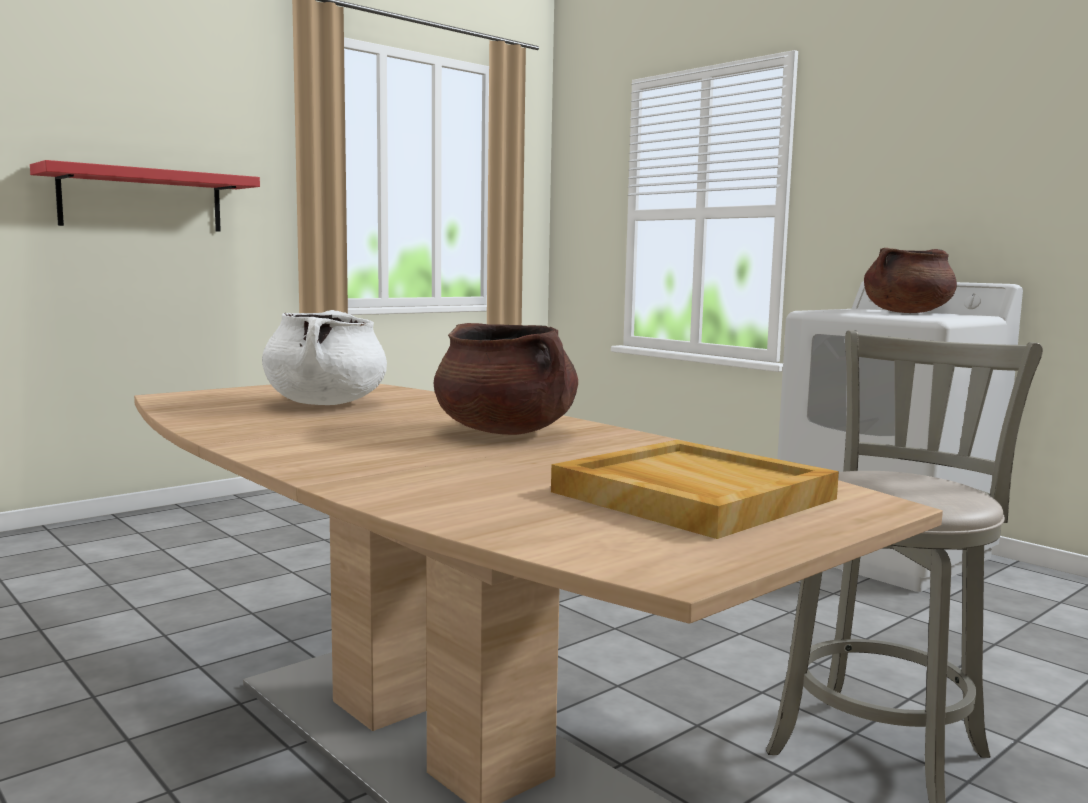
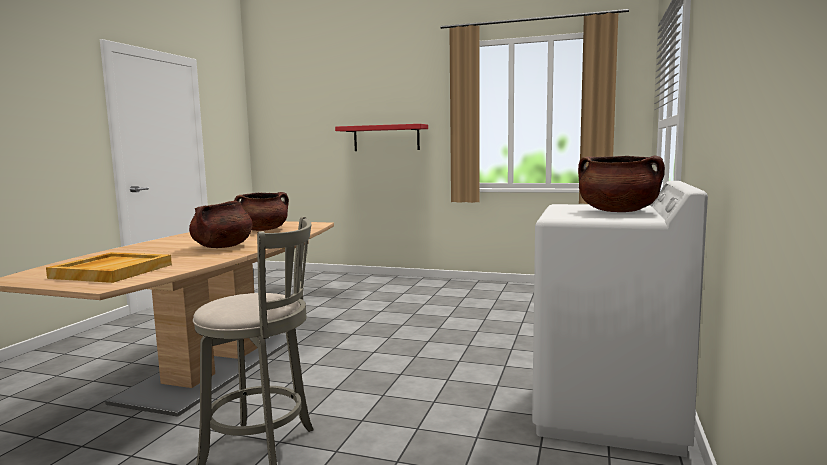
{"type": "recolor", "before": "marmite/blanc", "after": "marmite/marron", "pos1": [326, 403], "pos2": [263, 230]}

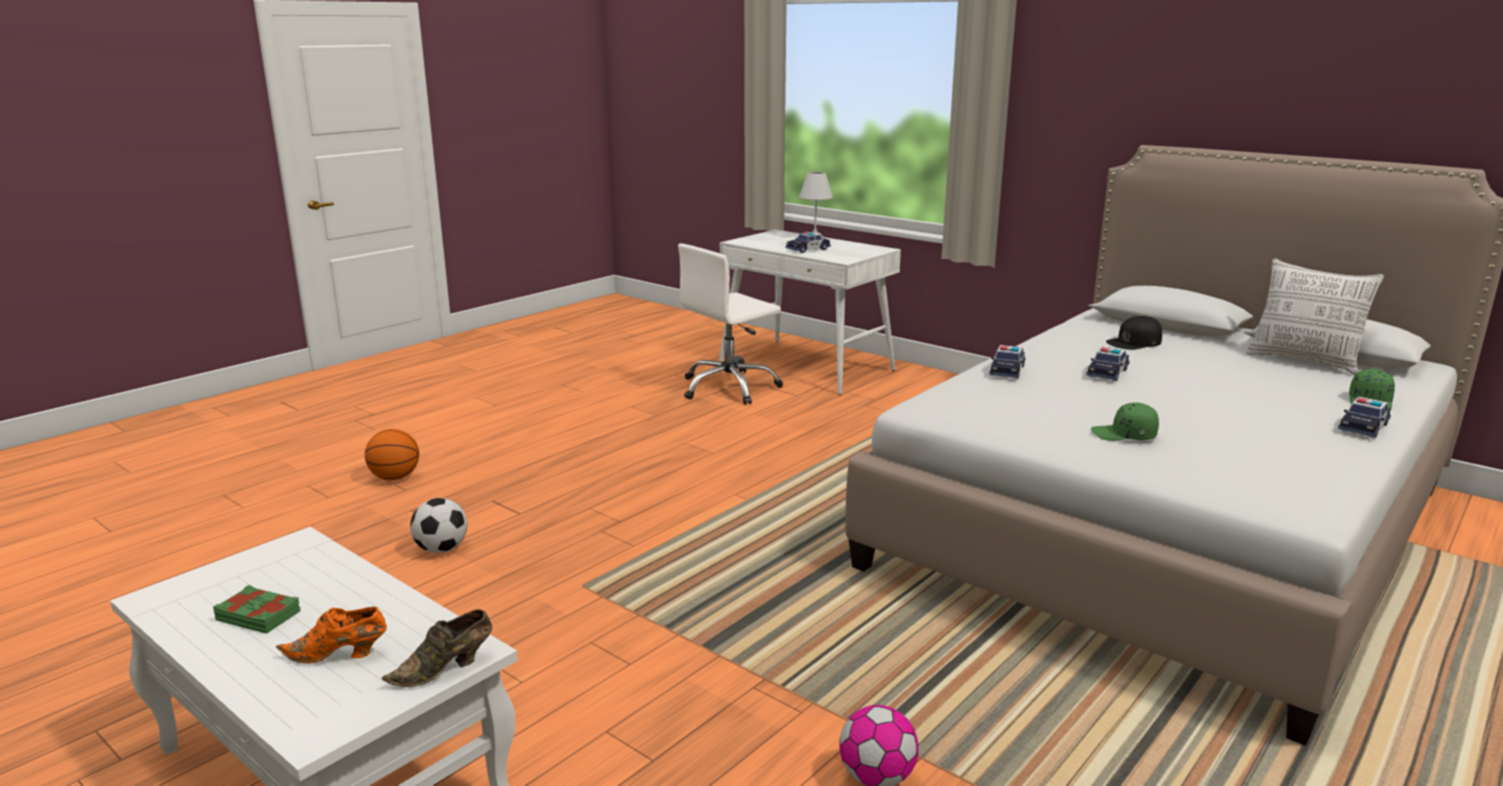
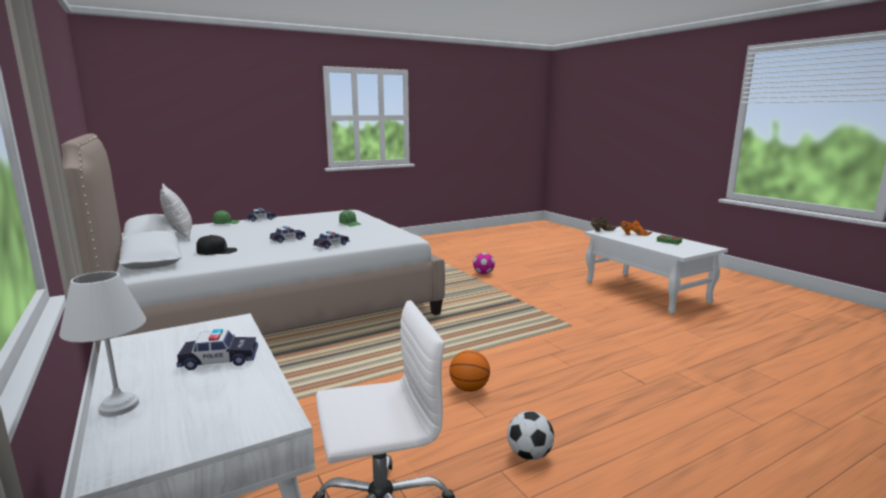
{"type": "move", "before": "ballon de basket", "pos1": [395, 478], "pos2": [469, 388]}
{"type": "move", "before": "ballon de foot", "pos1": [441, 549], "pos2": [529, 455]}

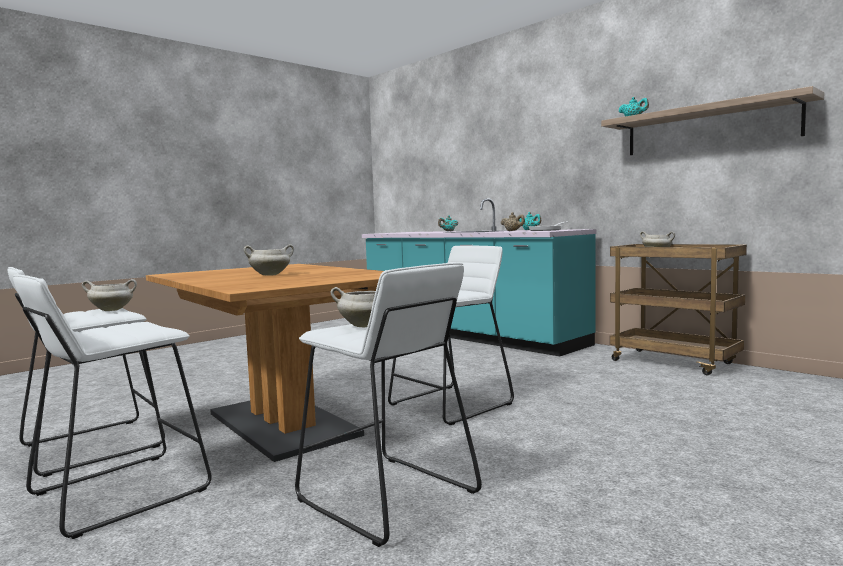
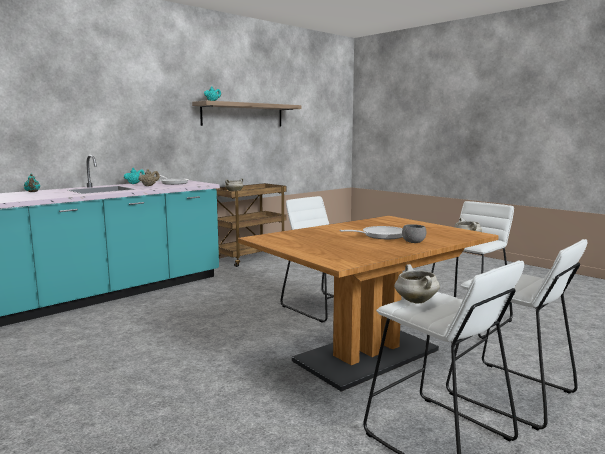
{"type": "replace", "before": "marmite/blanc", "after": "poêle", "pos1": [270, 275], "pos2": [380, 236]}
{"type": "insert", "after": "bol/gris", "pos2": [413, 242]}

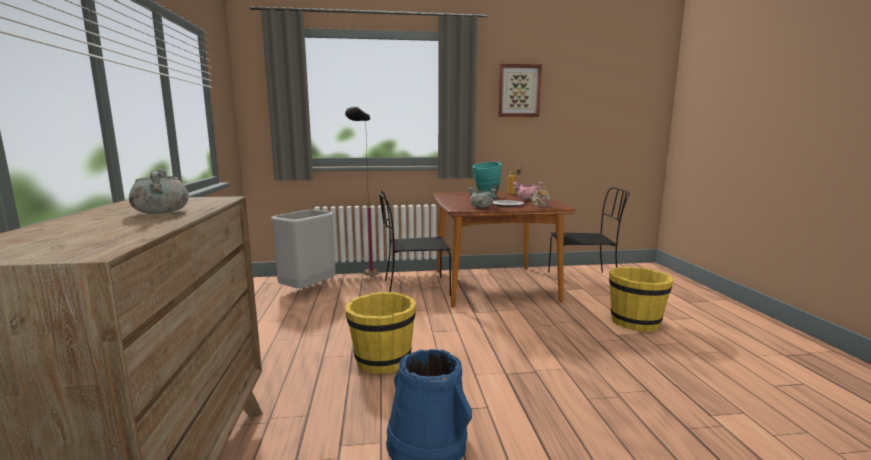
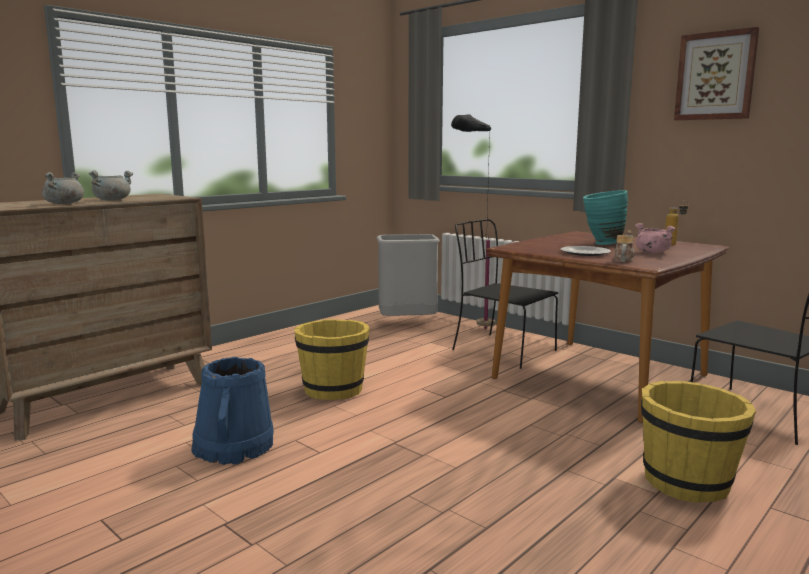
{"type": "move", "before": "marmite/gris", "pos1": [481, 207], "pos2": [64, 203]}

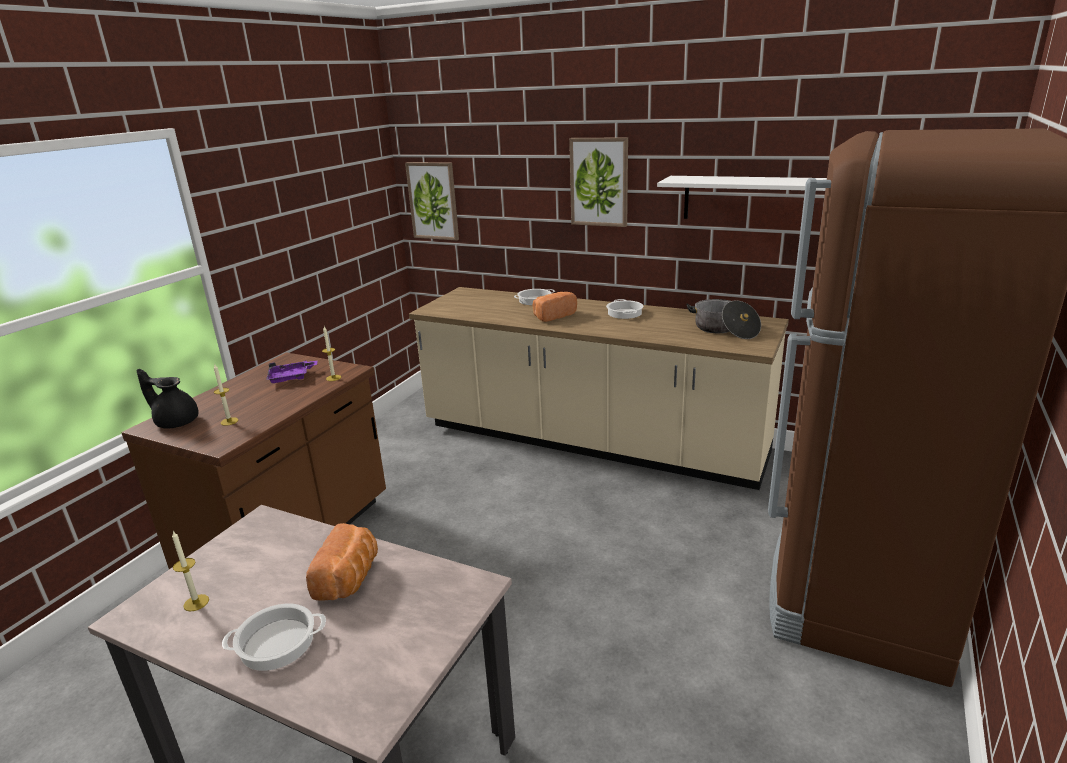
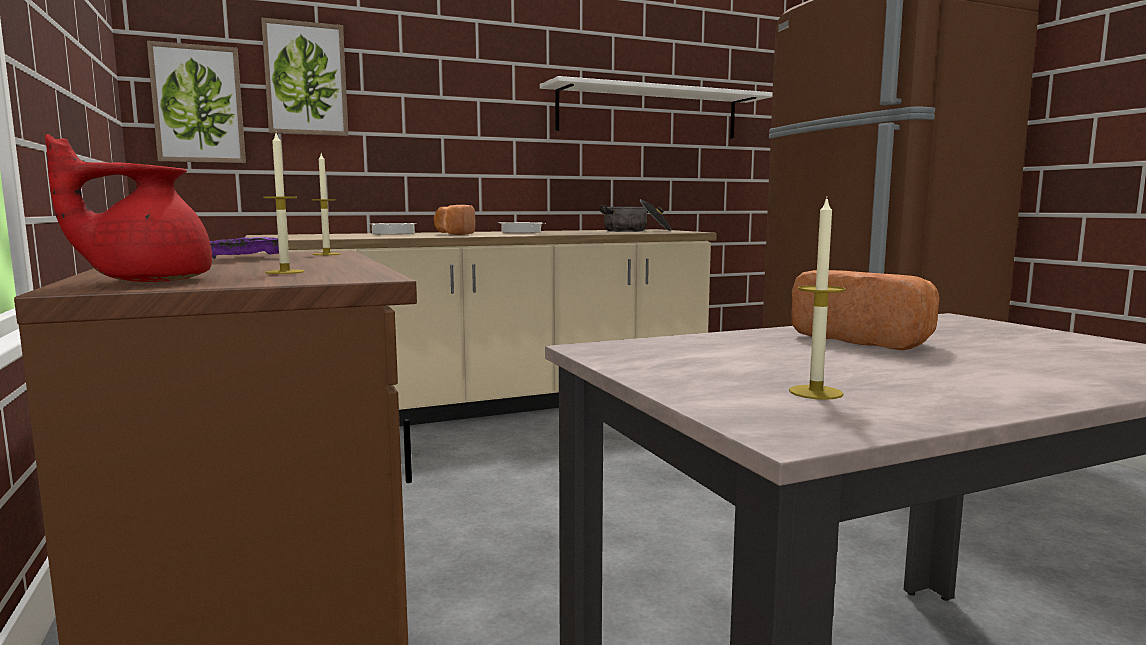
{"type": "recolor", "before": "théière/noir", "after": "théière/rouge", "pos1": [176, 422], "pos2": [148, 281]}
{"type": "move", "before": "tableau", "pos1": [599, 182], "pos2": [306, 79]}
{"type": "delete", "before": "marmite", "pos1": [276, 644]}

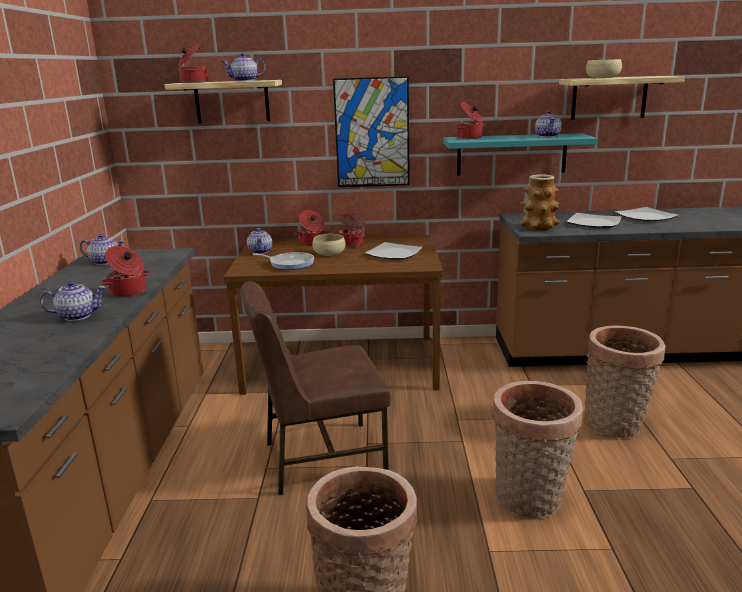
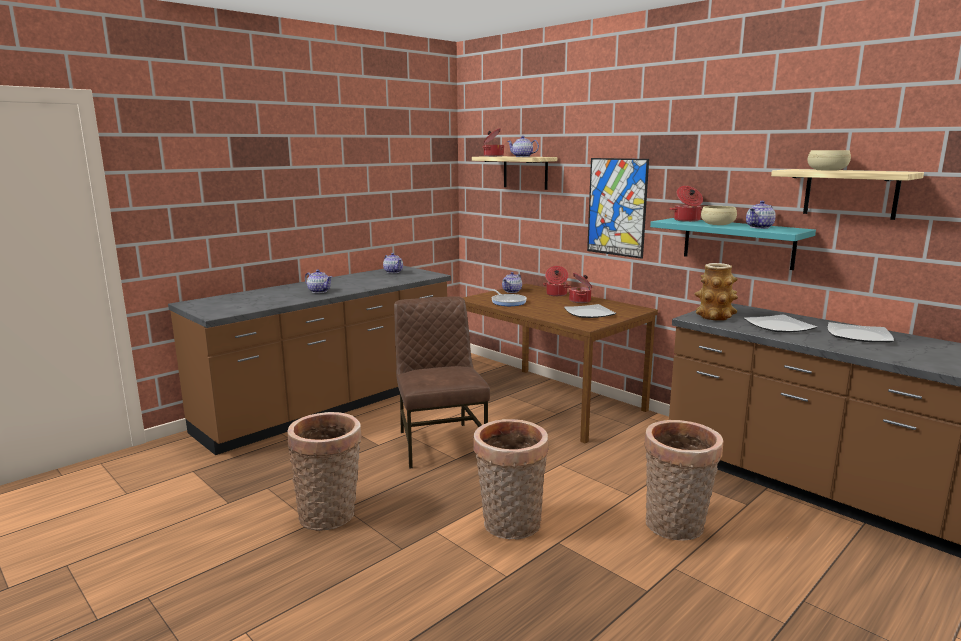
{"type": "rotate", "before": "chaise/marron", "pos1": [321, 458], "pos2": [440, 443], "turn": 45}
{"type": "move", "before": "bol/beige", "pos1": [329, 253], "pos2": [717, 224]}
{"type": "delete", "before": "marmite", "pos1": [129, 292]}

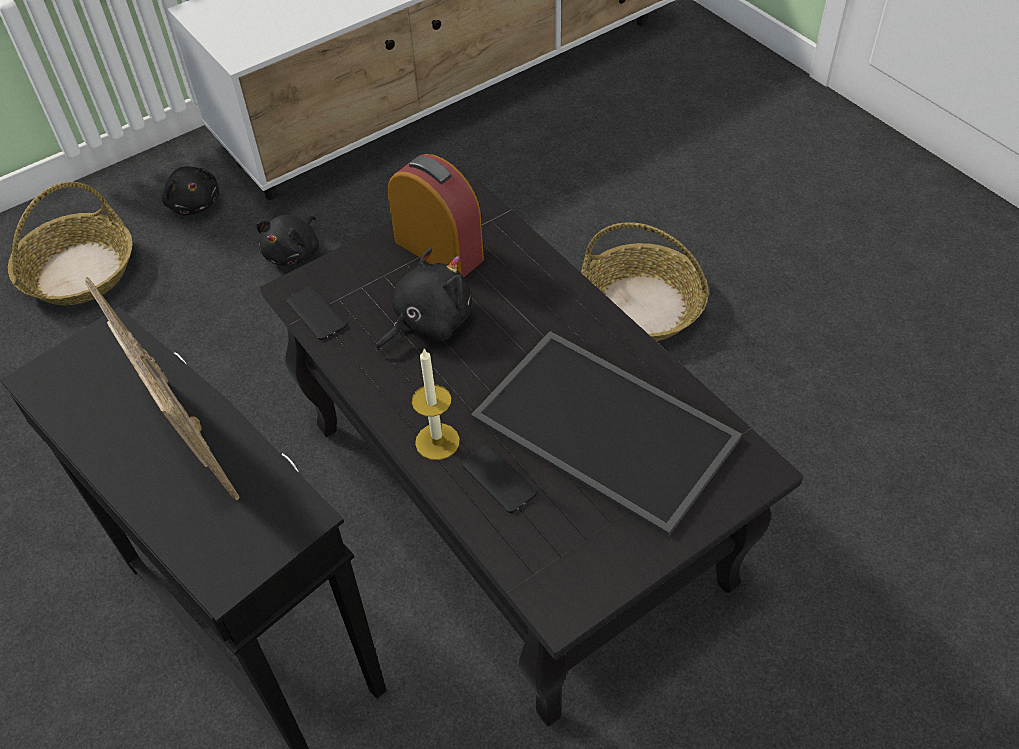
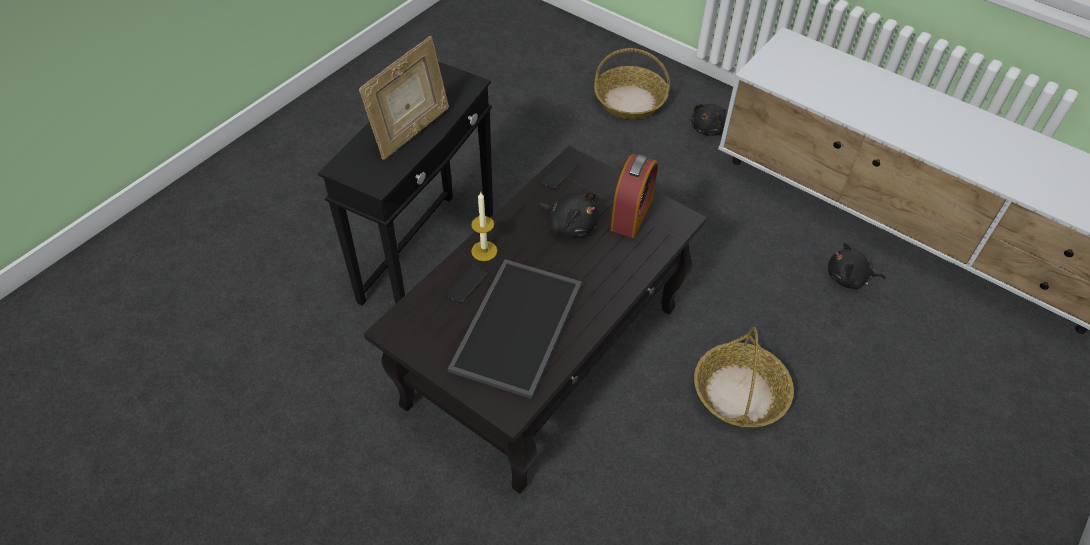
{"type": "move", "before": "peluche/noir", "pos1": [294, 253], "pos2": [848, 278]}

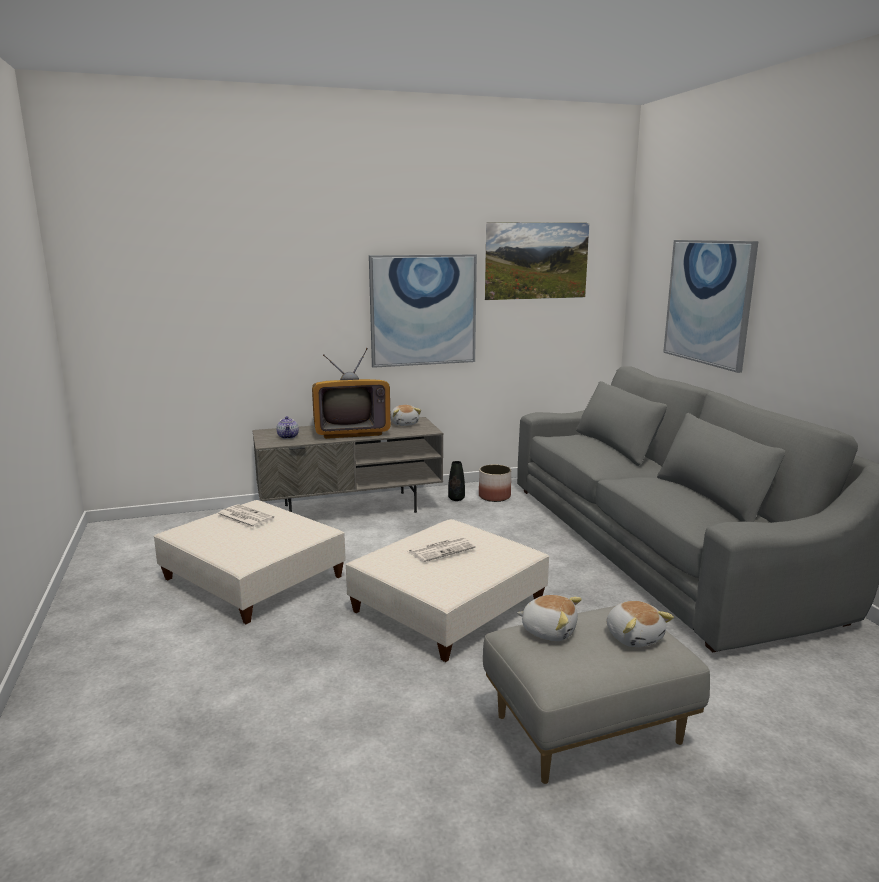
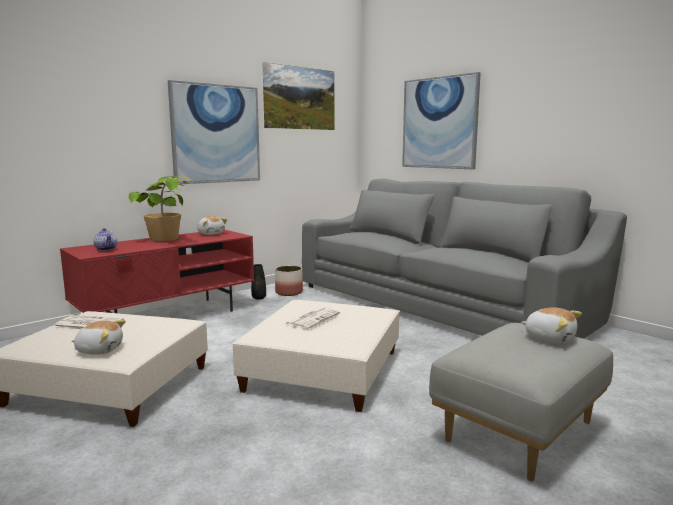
{"type": "recolor", "before": "meuble télé/gris", "after": "meuble télé/rouge", "pos1": [351, 508], "pos2": [168, 316]}
{"type": "move", "before": "peluche", "pos1": [549, 631], "pos2": [99, 350]}
{"type": "replace", "before": "téléviseur", "after": "plante en pot", "pos1": [351, 431], "pos2": [167, 241]}

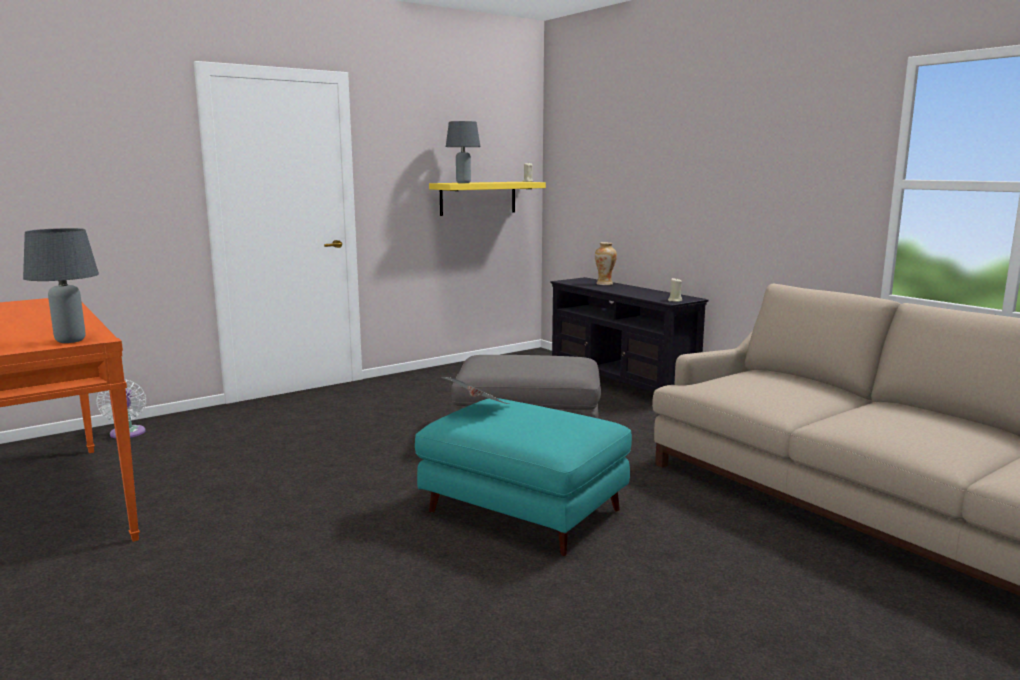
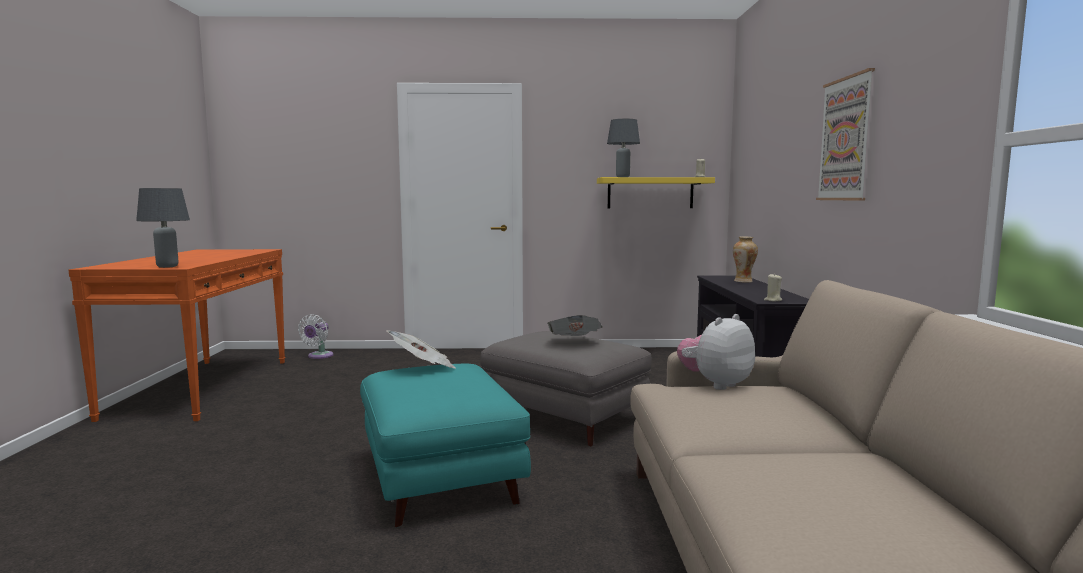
{"type": "insert", "after": "journal", "pos2": [574, 342]}
{"type": "insert", "after": "peluche", "pos2": [715, 384]}
{"type": "insert", "after": "tableau", "pos2": [845, 139]}

